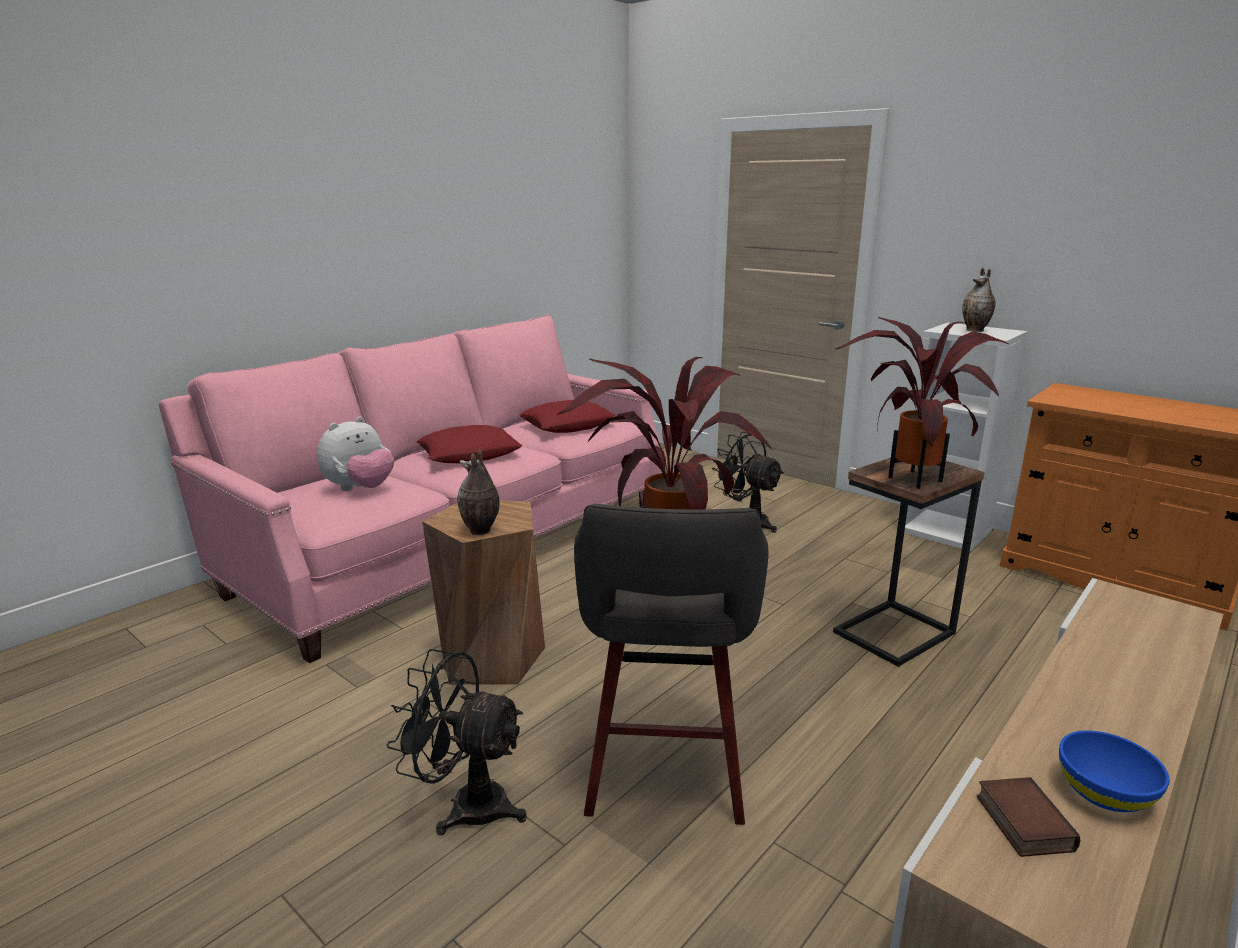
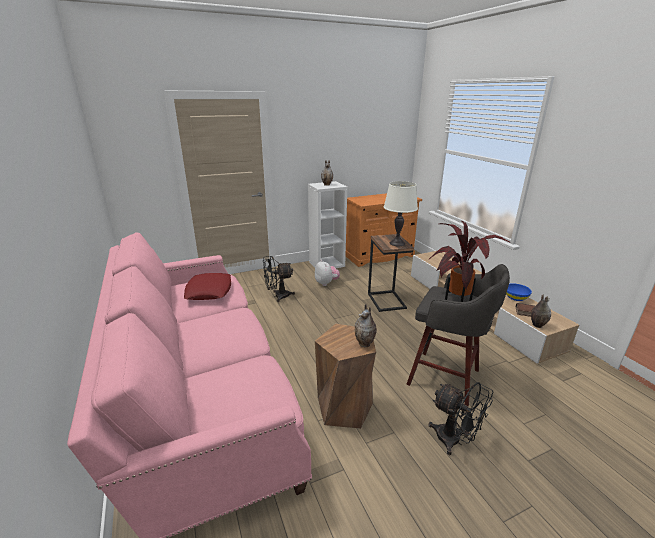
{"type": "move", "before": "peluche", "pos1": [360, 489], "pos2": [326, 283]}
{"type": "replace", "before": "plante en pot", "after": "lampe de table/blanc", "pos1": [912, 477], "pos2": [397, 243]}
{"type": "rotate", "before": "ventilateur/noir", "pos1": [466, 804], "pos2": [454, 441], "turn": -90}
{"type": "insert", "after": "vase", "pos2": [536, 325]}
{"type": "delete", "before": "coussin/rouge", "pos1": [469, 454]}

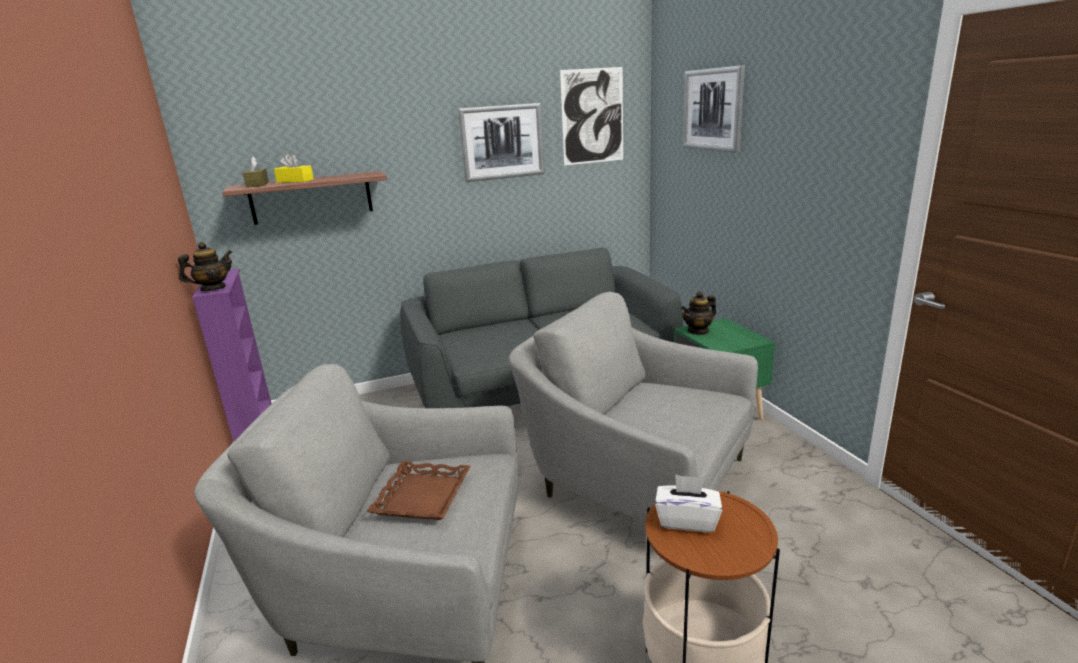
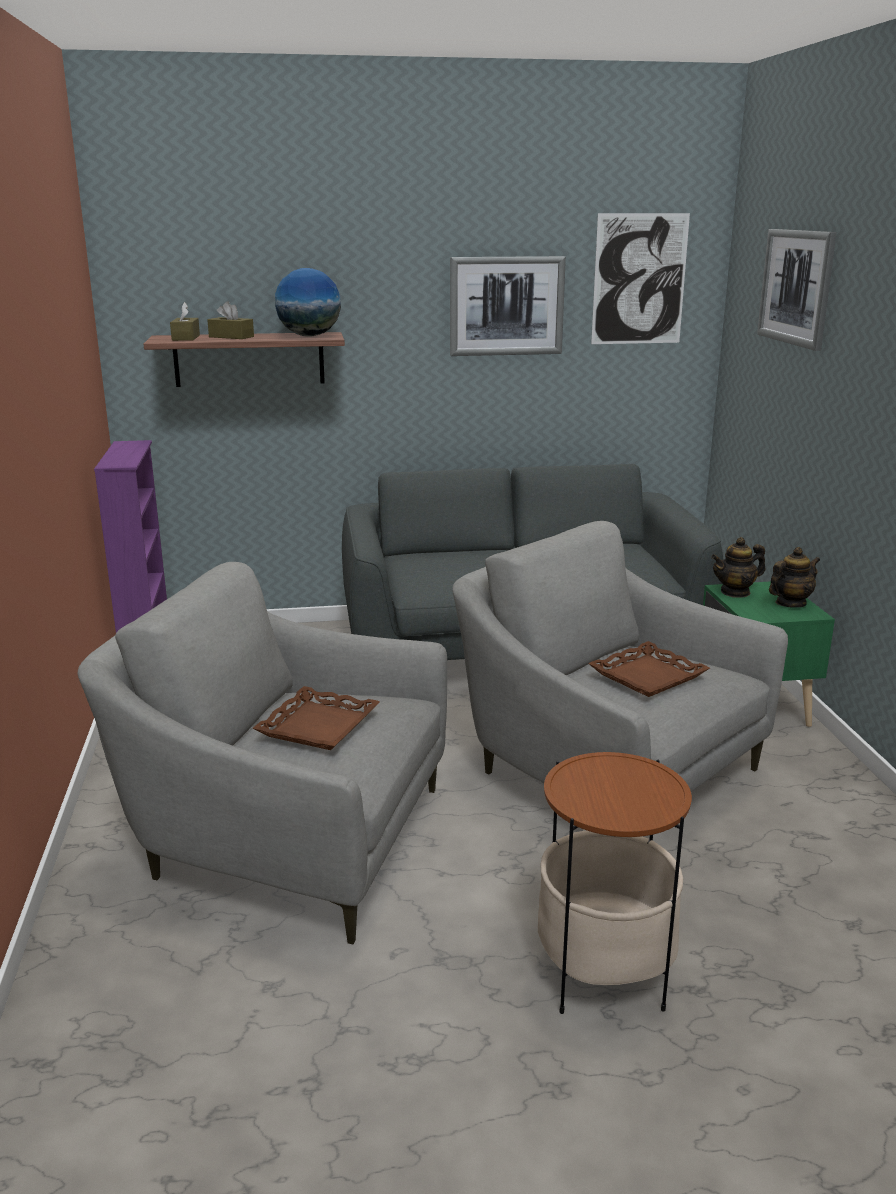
{"type": "recolor", "before": "boîte à mouchoirs/jaune", "after": "boîte à mouchoirs/marron", "pos1": [295, 181], "pos2": [231, 337]}
{"type": "insert", "after": "globe", "pos2": [309, 336]}
{"type": "insert", "after": "plateau/marron", "pos2": [647, 676]}
{"type": "move", "before": "théière", "pos1": [213, 289], "pos2": [790, 603]}
{"type": "delete", "before": "boîte à mouchoirs/blanc", "pos1": [687, 520]}

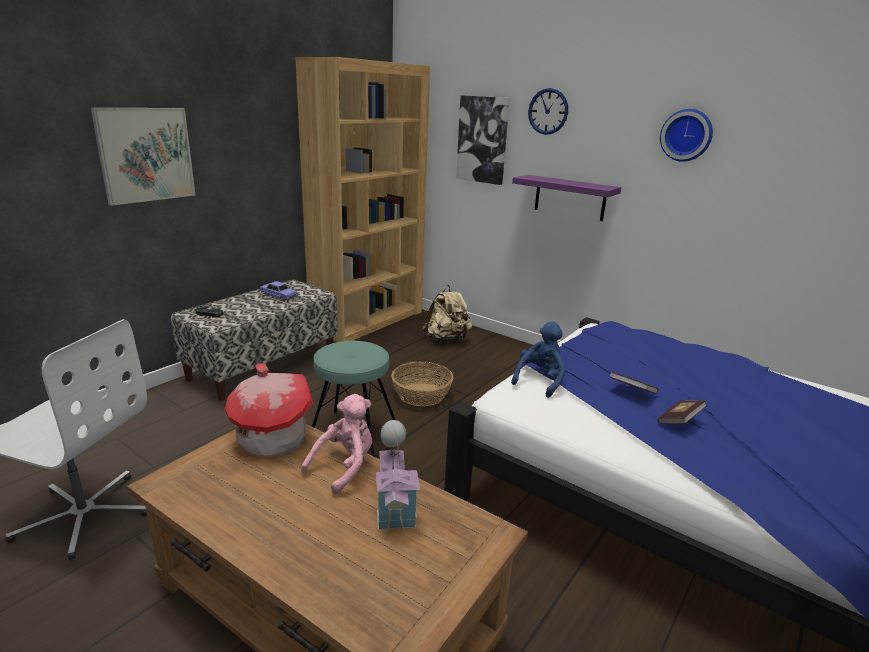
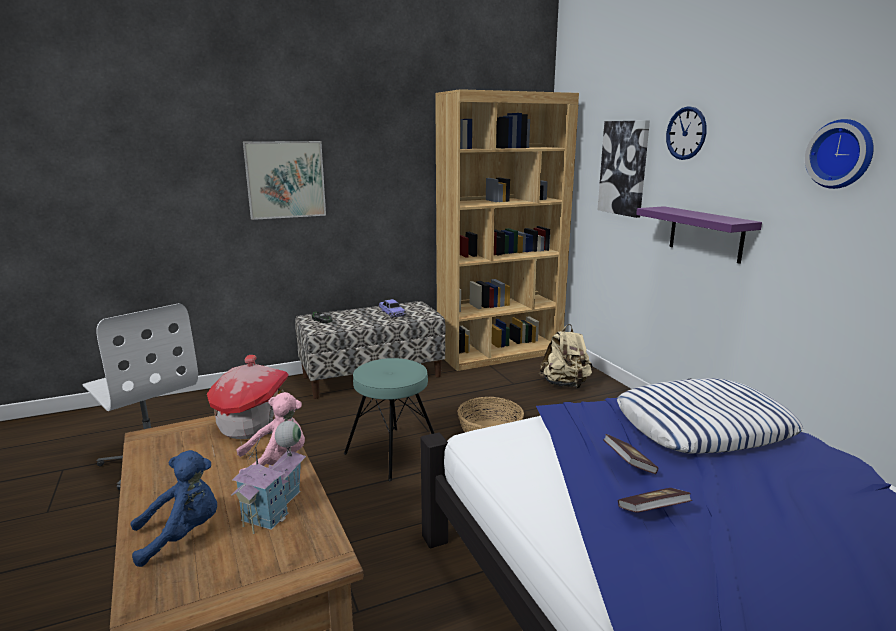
{"type": "move", "before": "peluche/bleu", "pos1": [540, 381], "pos2": [182, 534]}
{"type": "insert", "after": "coussin", "pos2": [703, 426]}

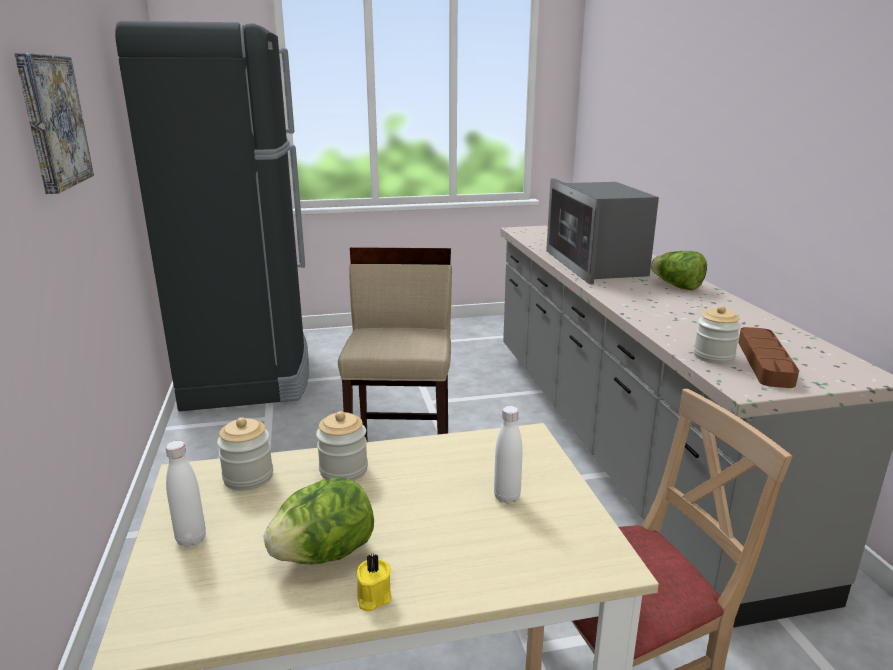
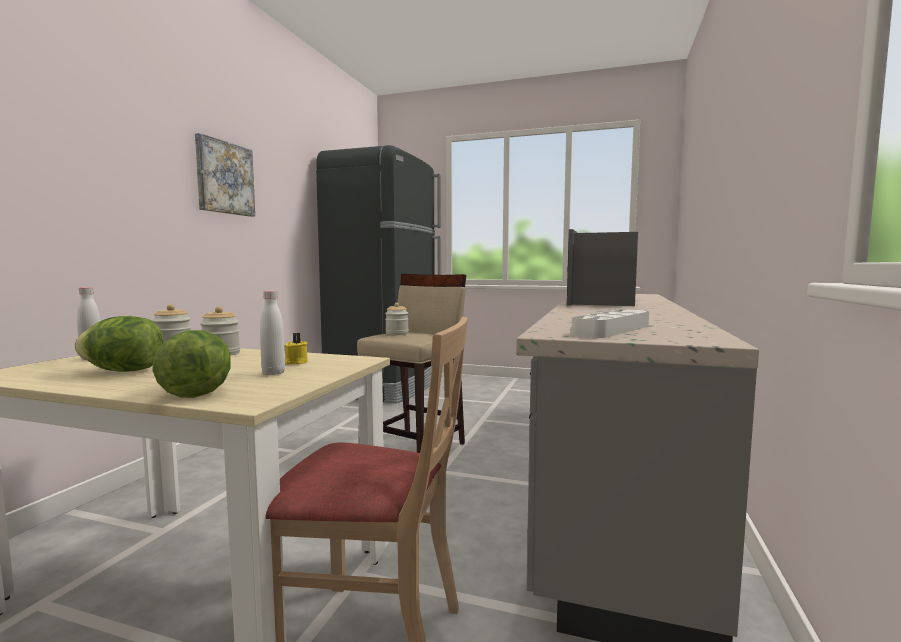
{"type": "move", "before": "laitue", "pos1": [677, 286], "pos2": [198, 391]}
{"type": "move", "before": "bougie/jaune", "pos1": [372, 597], "pos2": [295, 362]}
{"type": "move", "before": "bocal", "pos1": [713, 356], "pos2": [397, 333]}
{"type": "recolor", "before": "plateau/marron", "after": "plateau/blanc", "pos1": [764, 362], "pos2": [612, 330]}

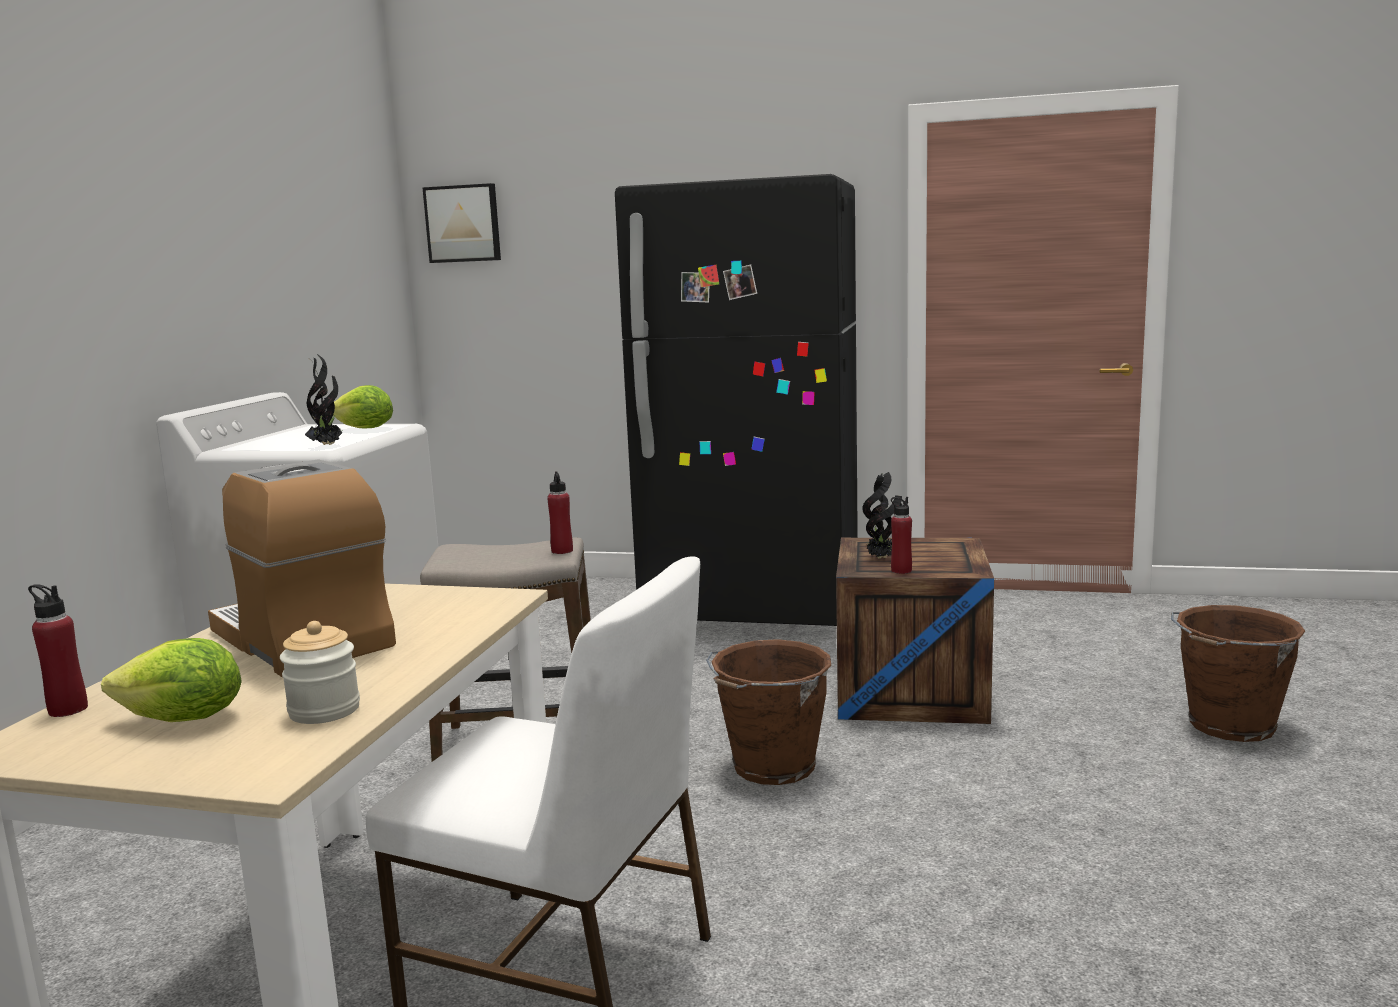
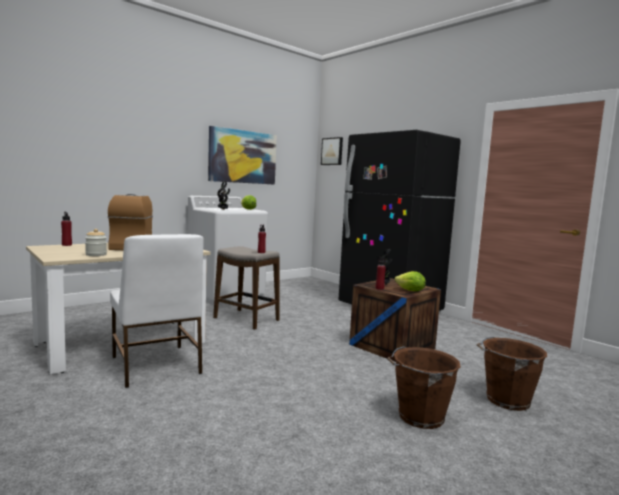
{"type": "insert", "after": "tableau", "pos2": [243, 157]}
{"type": "move", "before": "seau/marron", "pos1": [771, 767], "pos2": [419, 417]}
{"type": "move", "before": "laitue", "pos1": [183, 720], "pos2": [410, 291]}

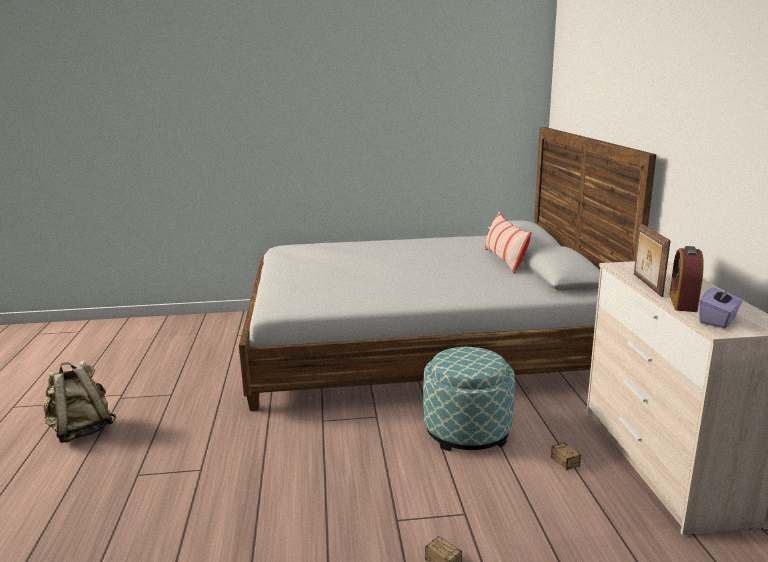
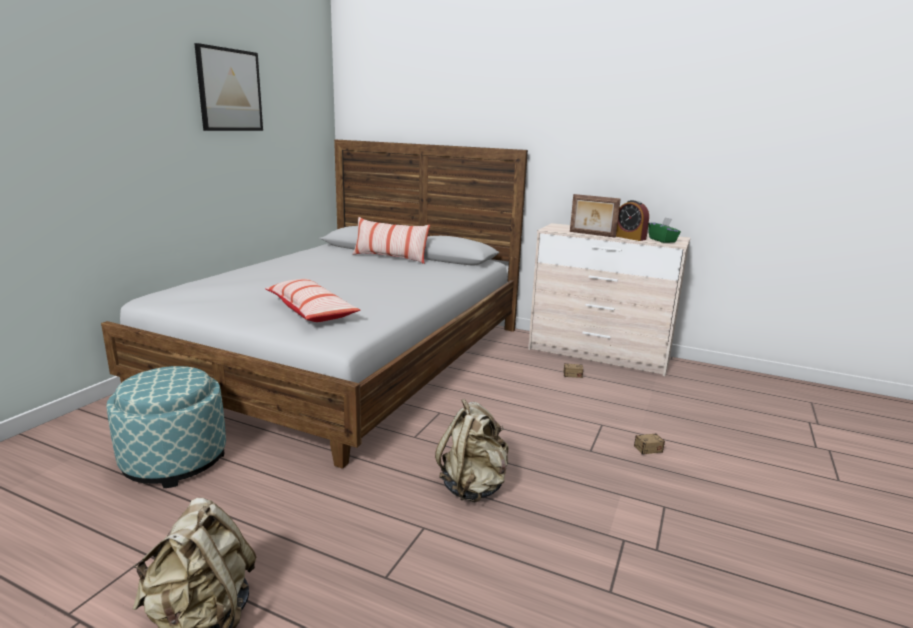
{"type": "move", "before": "pouf", "pos1": [467, 431], "pos2": [175, 460]}
{"type": "insert", "after": "tableau", "pos2": [229, 90]}
{"type": "insert", "after": "coussin", "pos2": [311, 311]}
{"type": "insert", "after": "sac à dos/beige", "pos2": [473, 486]}
{"type": "recolor", "before": "boîte à mouchoirs/violet", "after": "boîte à mouchoirs/vert", "pos1": [718, 320], "pos2": [662, 240]}

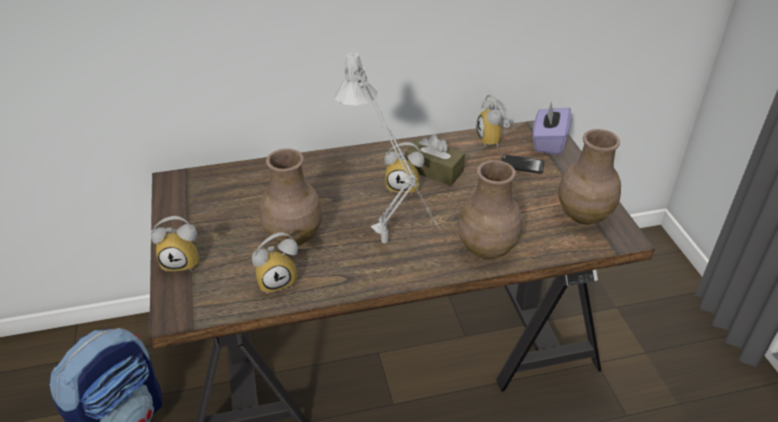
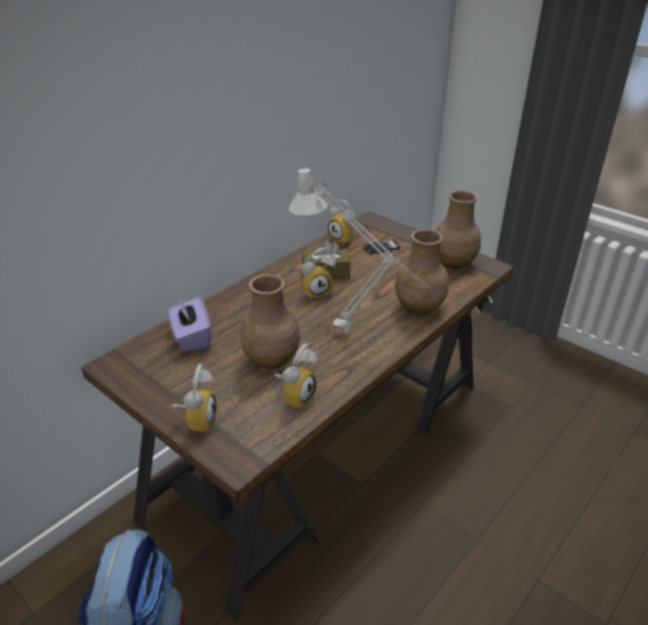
{"type": "move", "before": "boîte à mouchoirs/violet", "pos1": [548, 142], "pos2": [191, 338]}
{"type": "rotate", "before": "réveil", "pos1": [183, 261], "pos2": [197, 420], "turn": -45}

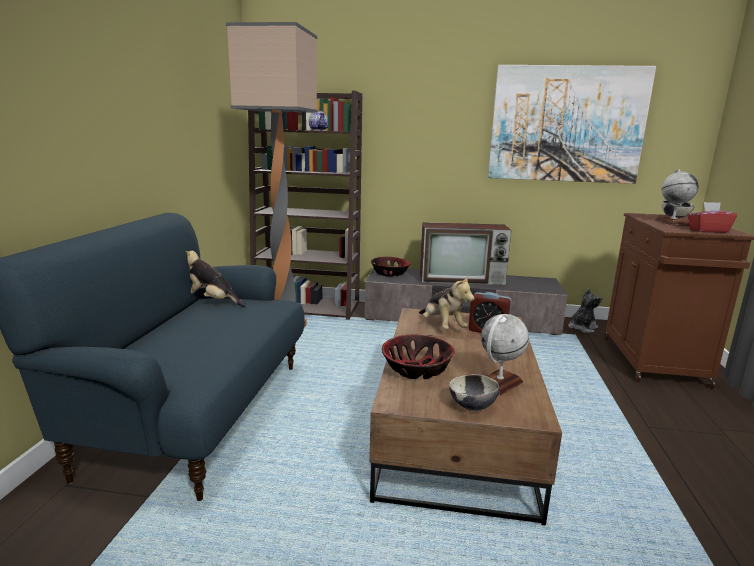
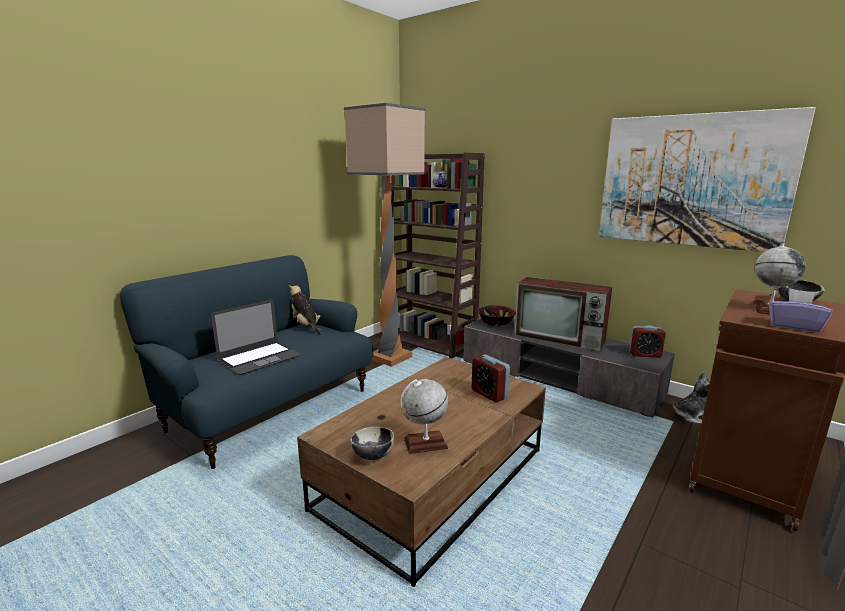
{"type": "insert", "after": "ordinateur portable", "pos2": [259, 358]}
{"type": "insert", "after": "réveil", "pos2": [645, 354]}
{"type": "recolor", "before": "boîte à mouchoirs/rouge", "after": "boîte à mouchoirs/violet", "pos1": [708, 230], "pos2": [793, 326]}
{"type": "delete", "before": "bol", "pos1": [416, 370]}
{"type": "delete", "before": "peluche", "pos1": [442, 326]}

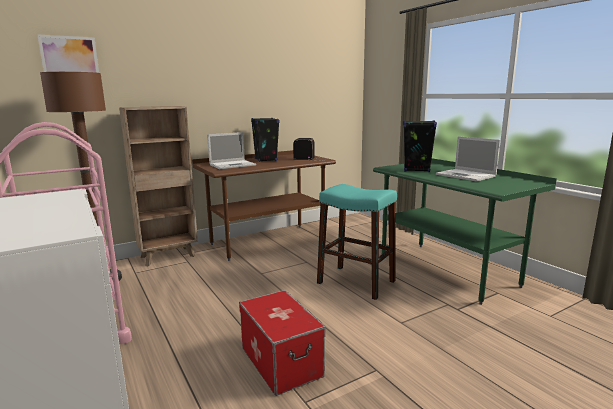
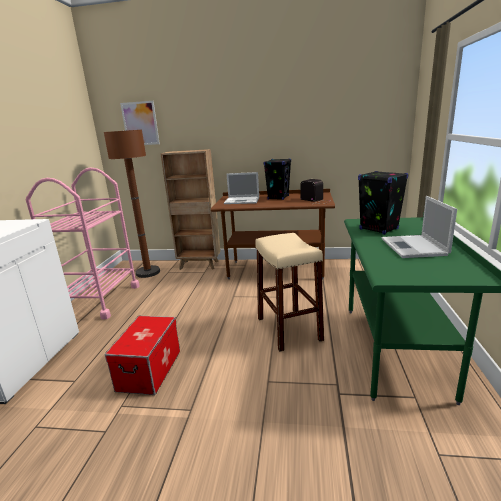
{"type": "recolor", "before": "tabouret/turquoise", "after": "tabouret/beige", "pos1": [356, 282], "pos2": [288, 329]}

